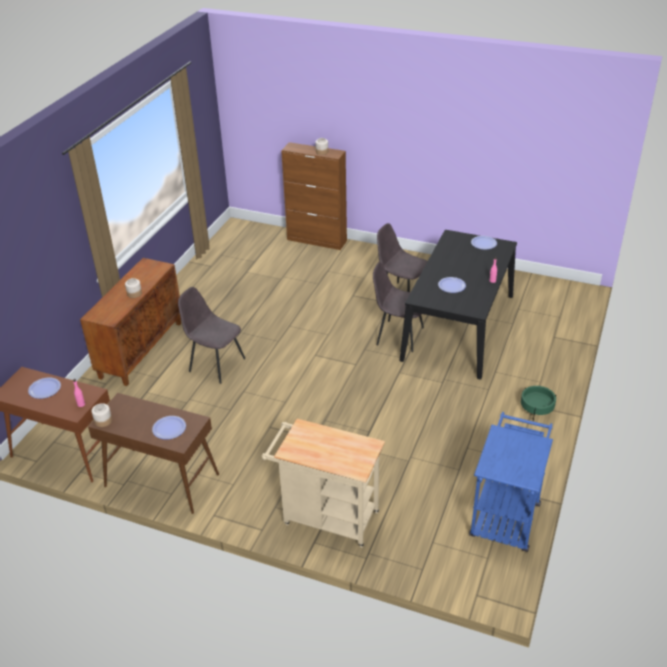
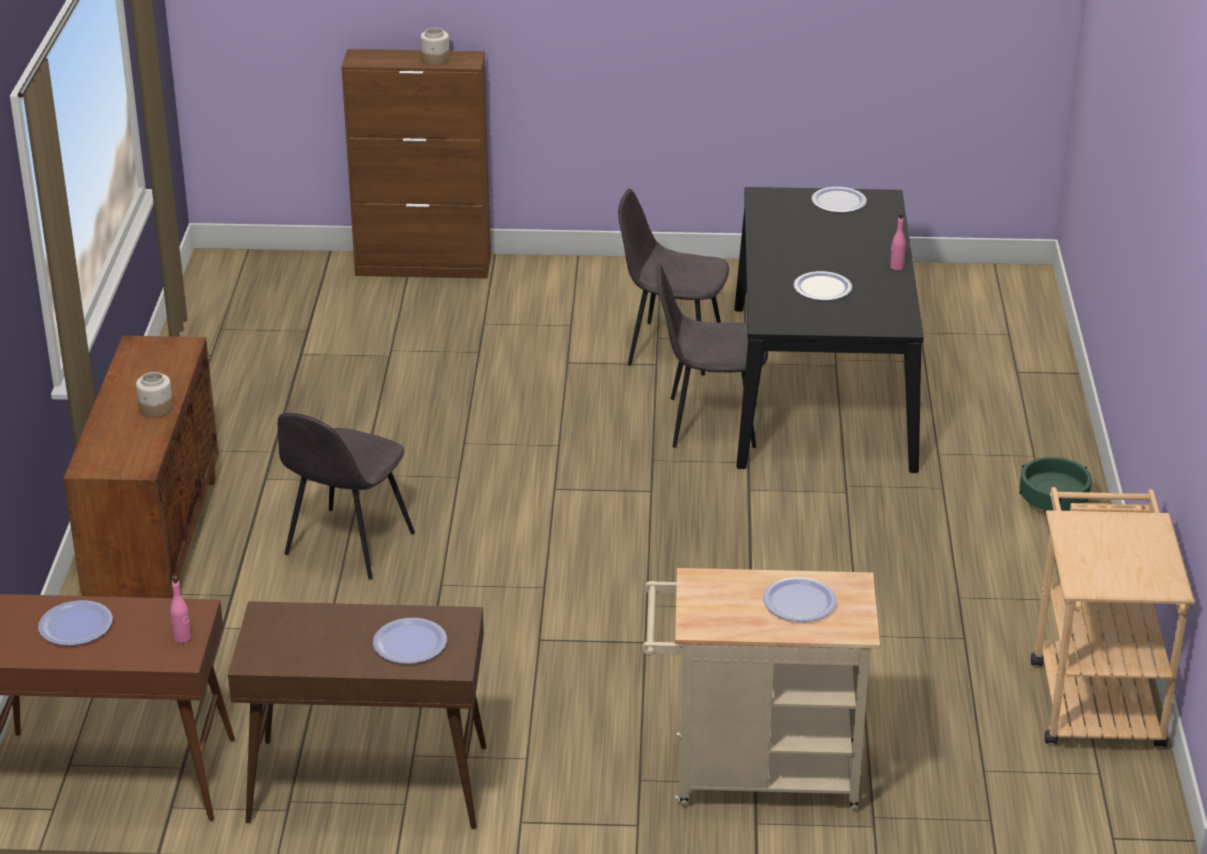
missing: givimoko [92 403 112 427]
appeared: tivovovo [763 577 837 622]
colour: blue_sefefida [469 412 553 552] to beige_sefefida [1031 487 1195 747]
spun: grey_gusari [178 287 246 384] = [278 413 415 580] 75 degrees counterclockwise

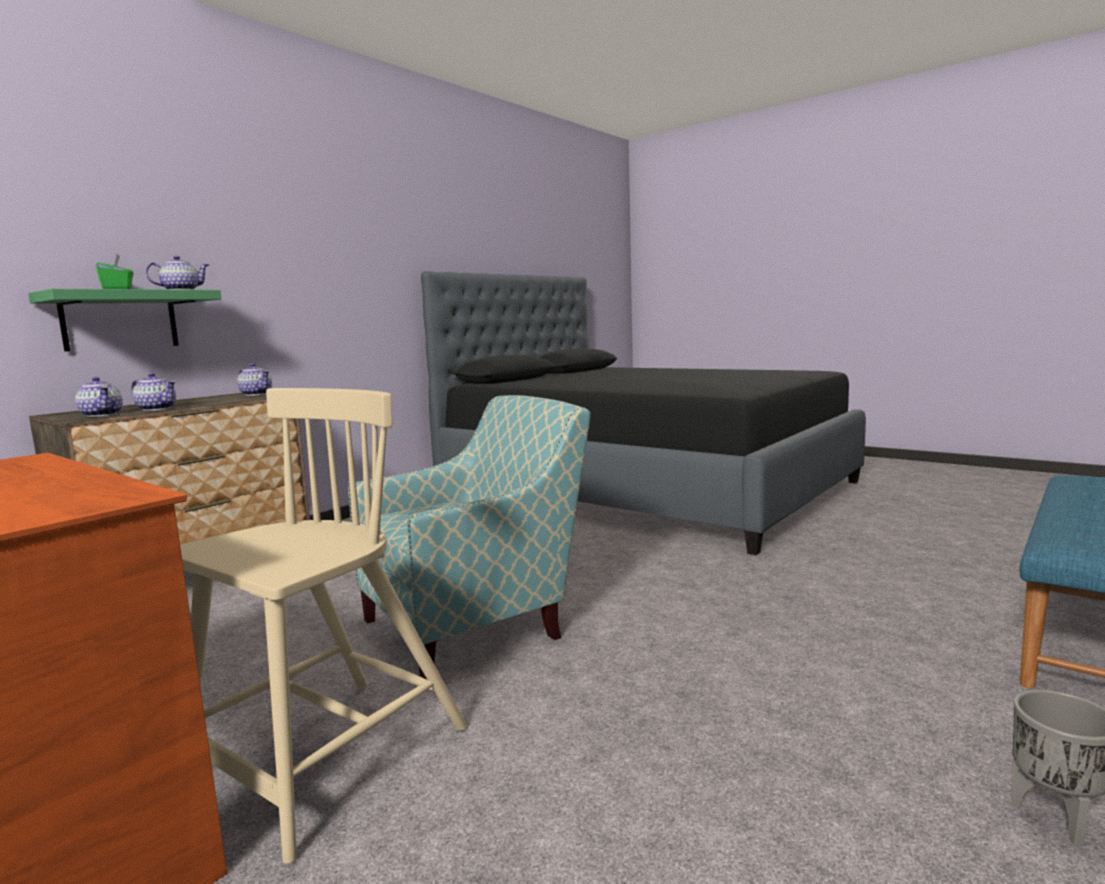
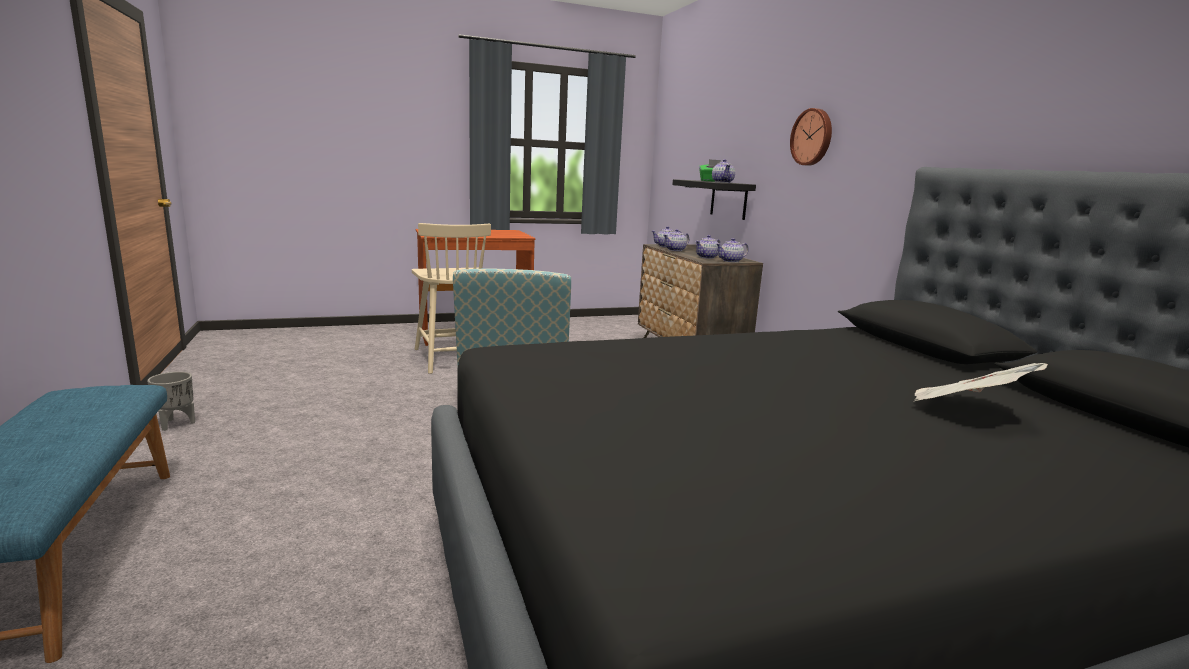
appeared: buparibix [695 235 721 259]; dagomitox [790 108 832 166]; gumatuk [914 363 1048 401]
colour: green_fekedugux [28 289 221 352] to black_fekedugux [672 179 756 220]

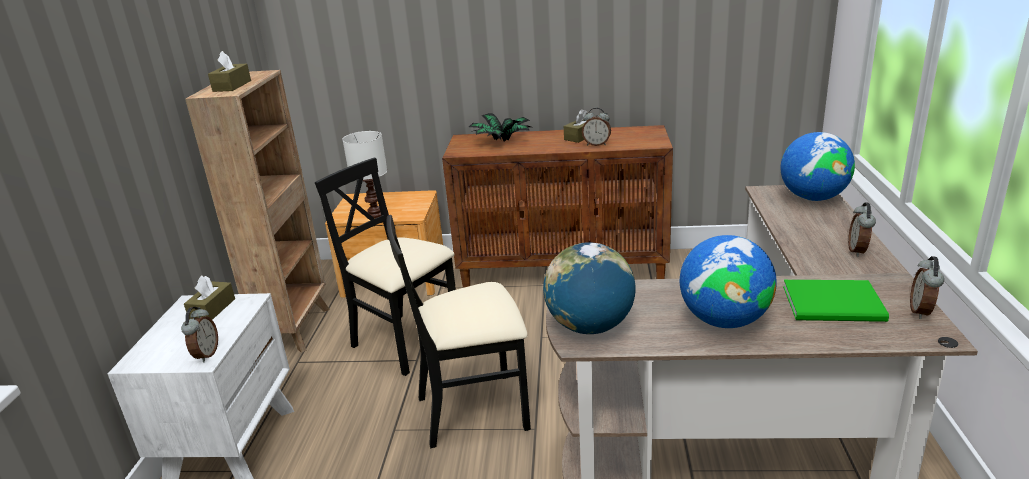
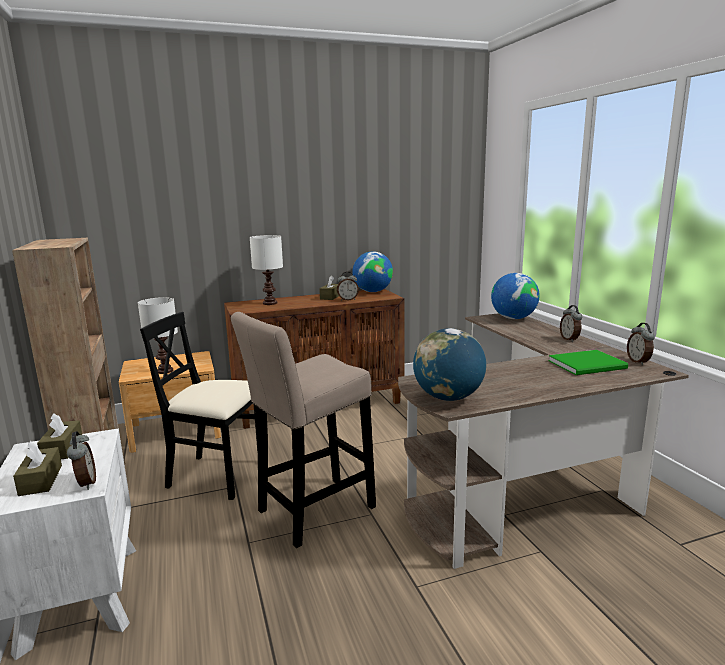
relocated: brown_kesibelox [208 51 251 92] to [13 441 62 496]; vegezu [680 235 777 328] to [352 251 393 292]
exchanged: black_gusari [387 215 531 448] to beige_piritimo [231 312 376 548]; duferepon [469 113 531 142] to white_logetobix [250 235 283 305]

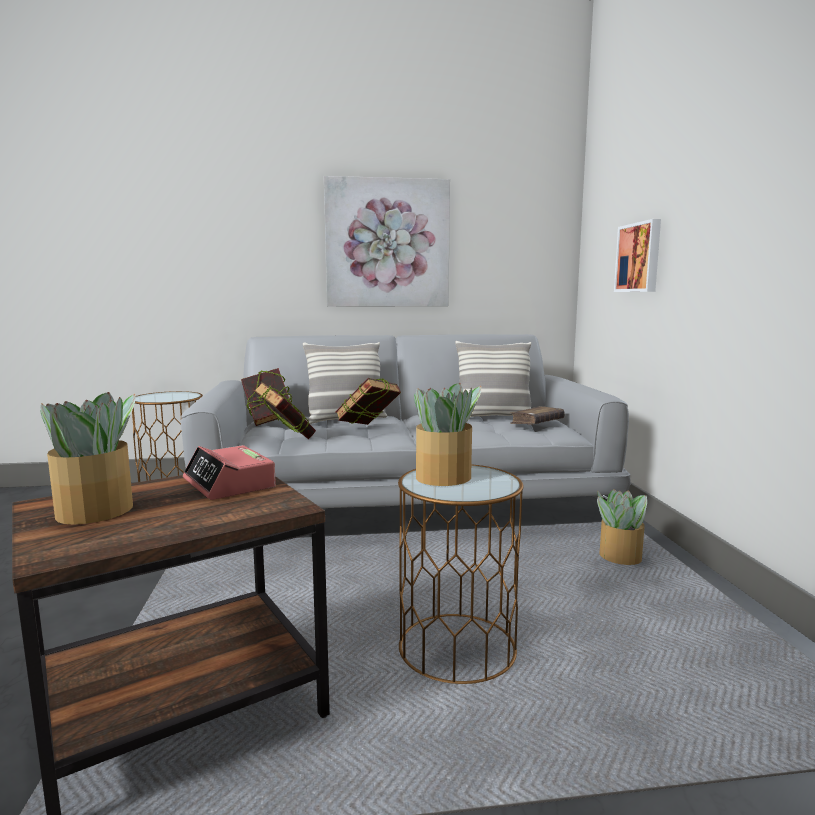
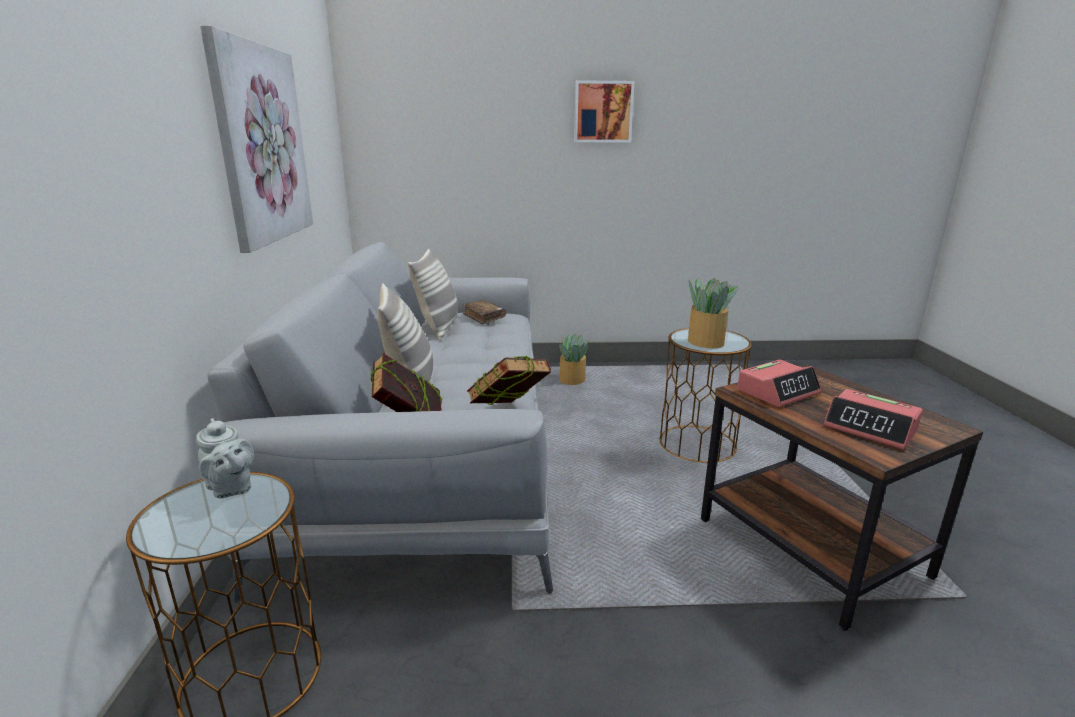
missing: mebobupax [335 378 401 425]
appeared: grey_buparibix [196 418 254 498]
relocated: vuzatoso [614 219 661 292] to [574 80 634 143]
exchanged: duferepon [40 392 135 525] to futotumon [824 389 923 450]

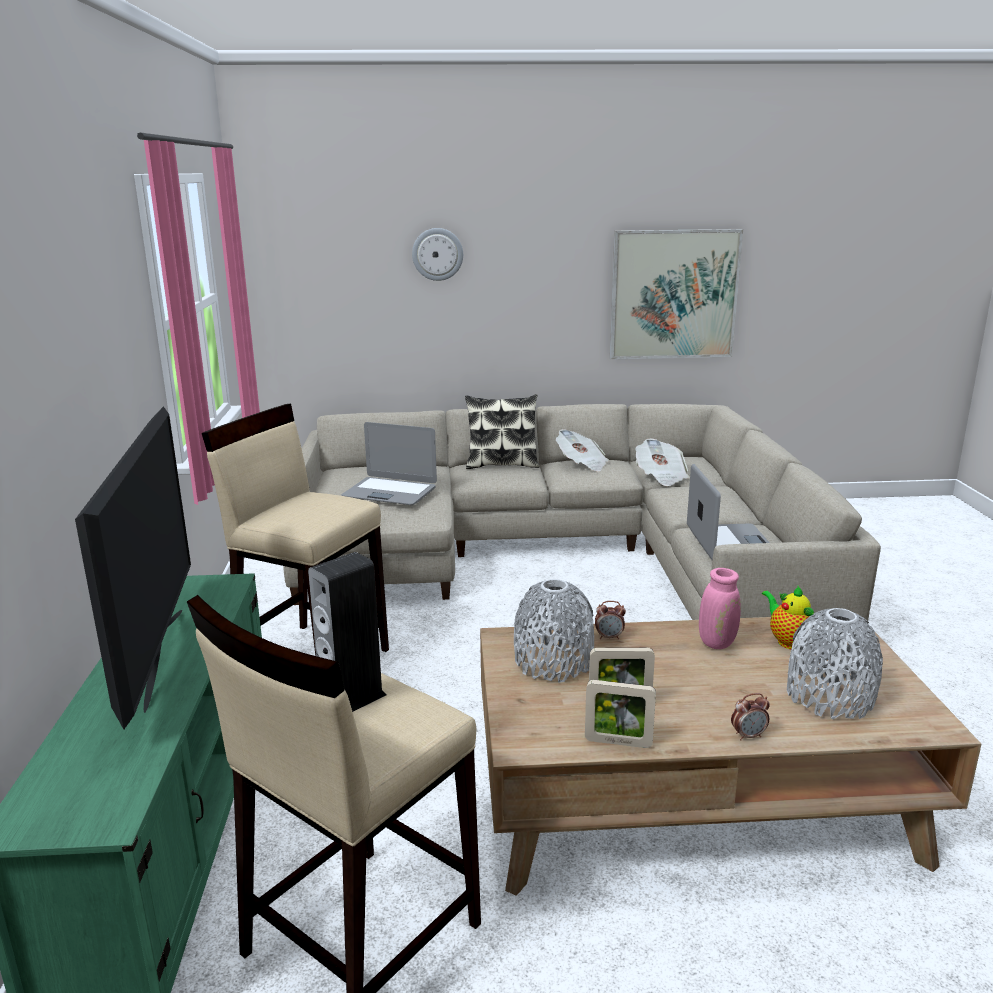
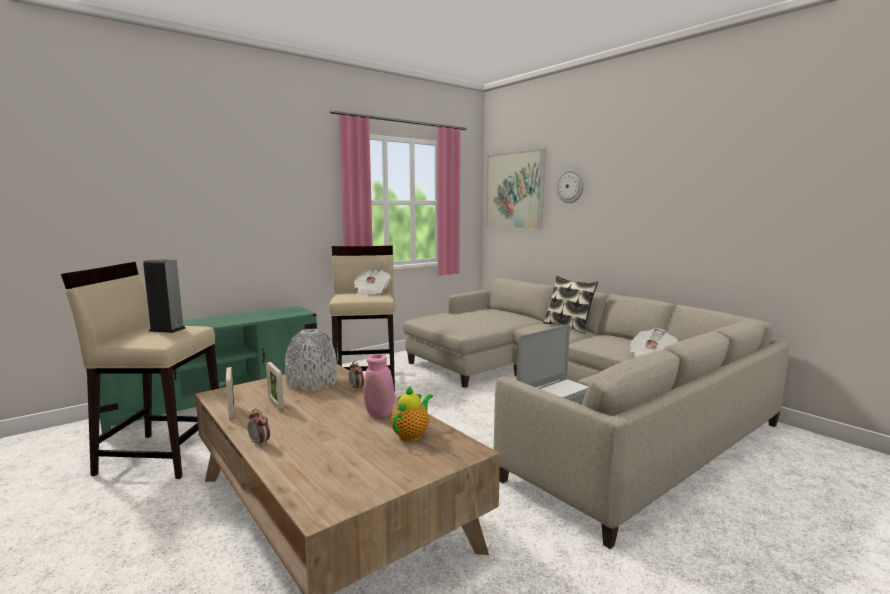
missing: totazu [75 406 191 729]; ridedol [341 422 437 505]; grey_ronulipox [787 608 883 719]
relocated: gumatuk [556 429 609 472] to [354 269 391 296]; vuzatoso [610 229 743 359] to [486 149 545 230]

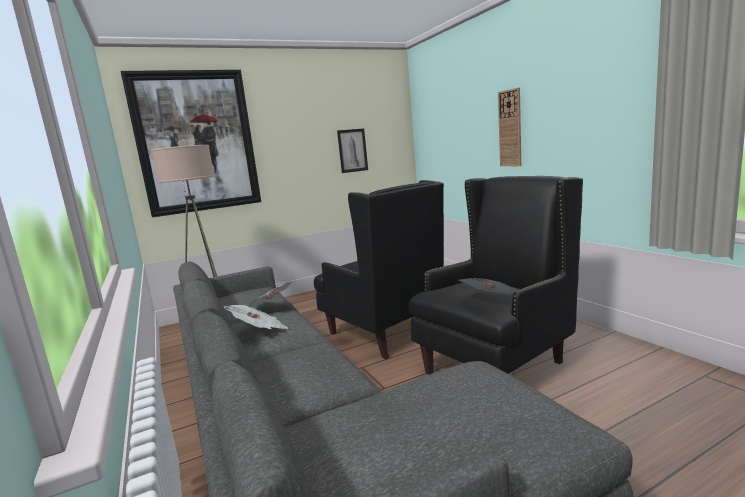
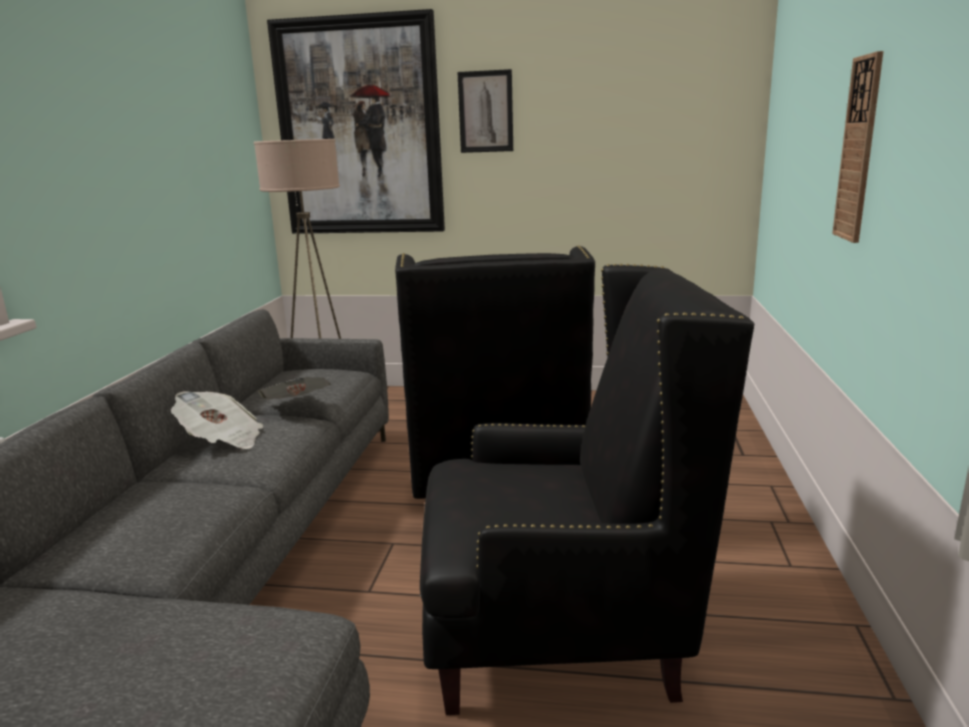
missing: gumatuk [458 278 517 294]
relocated: vuzatoso [337 129 368 173] to [457 69 513 153]

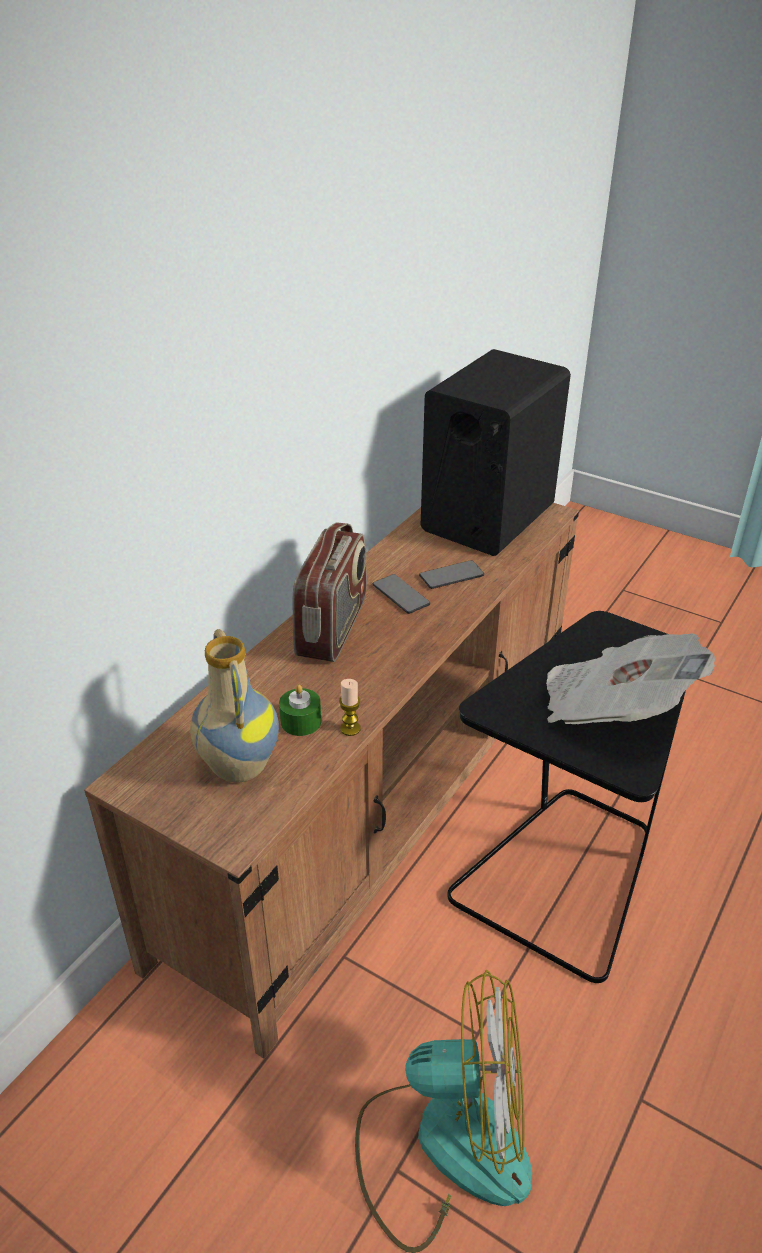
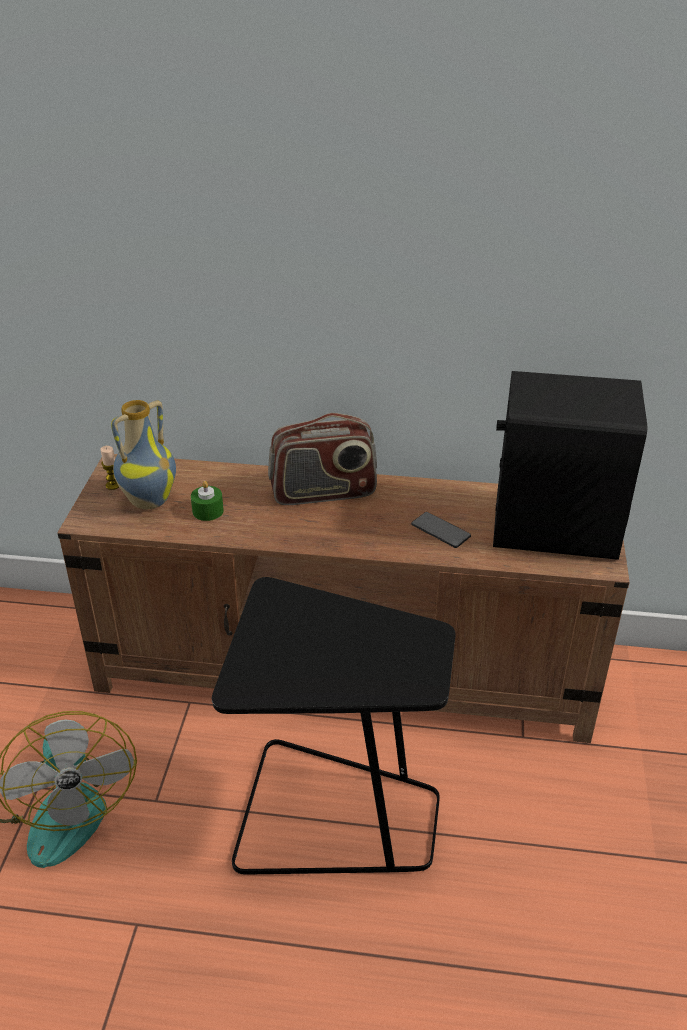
missing: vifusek [373 574 430 614]; gumatuk [546 633 715 724]
relocated: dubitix [339 679 361 736] to [100 446 119 490]

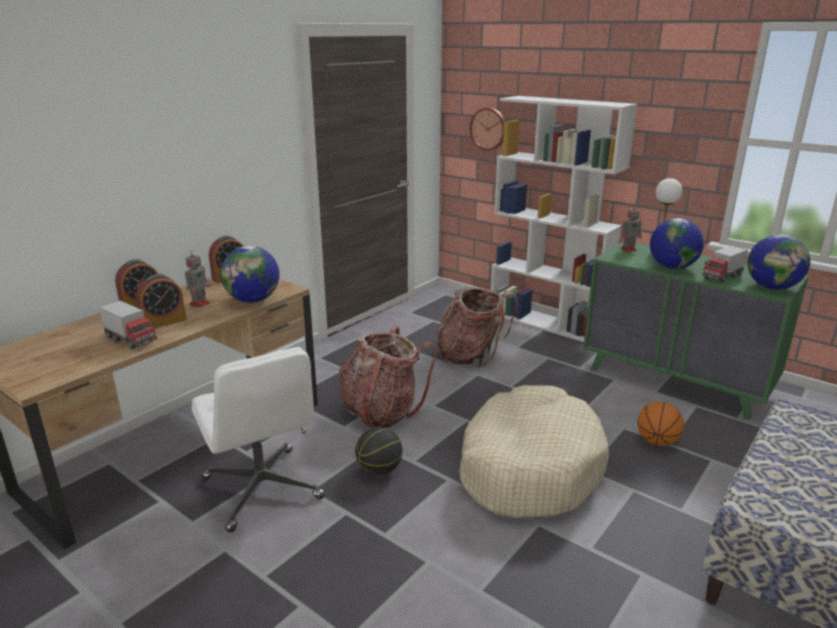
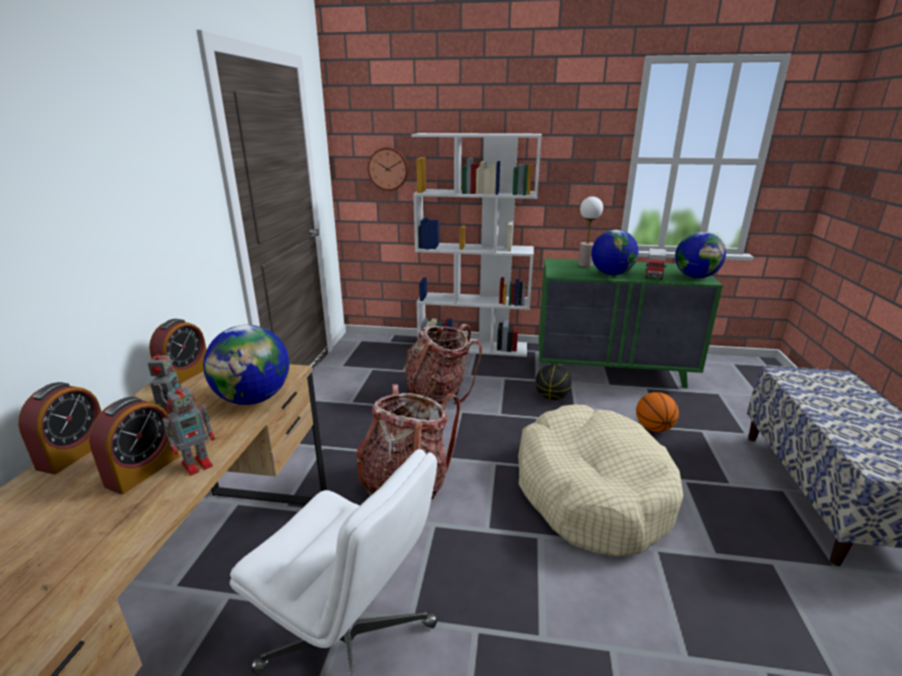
missing: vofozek [99 301 157 349]
relocated: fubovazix [355 427 402 475] to [535 365 572 400]; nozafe [621 206 642 252] to [162 381 215 476]

